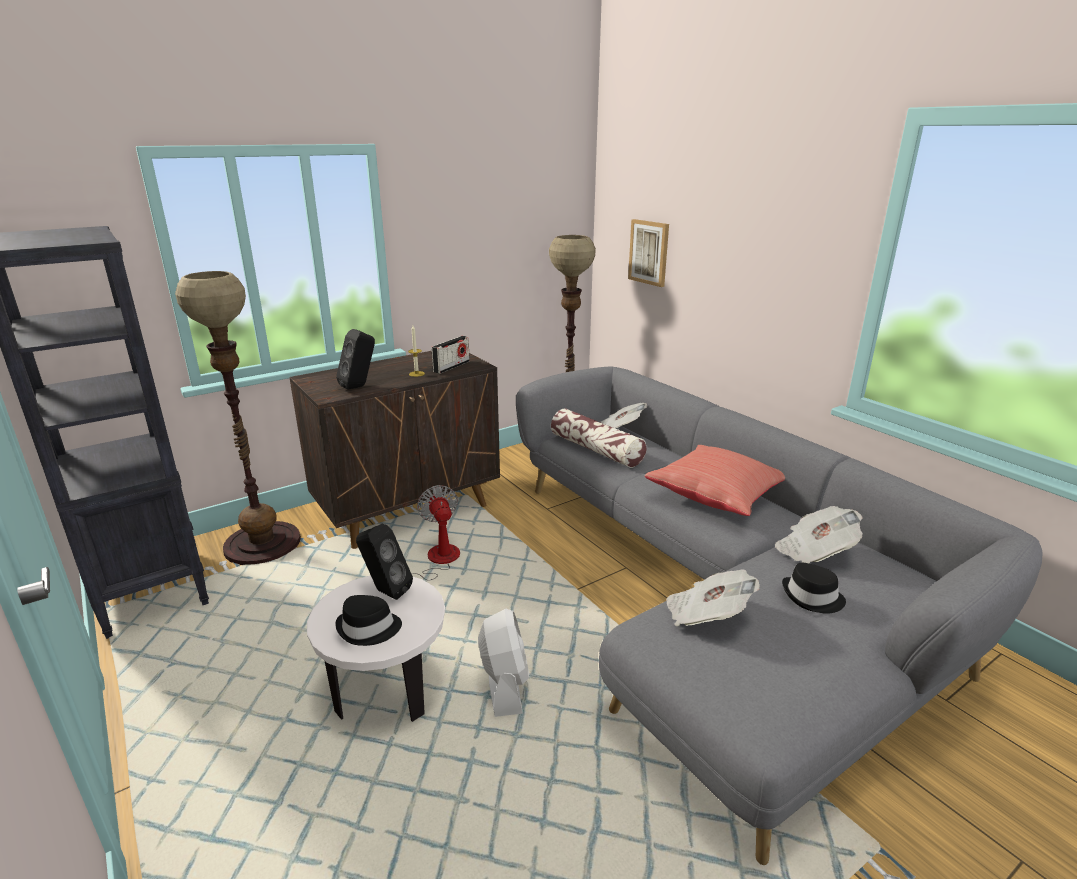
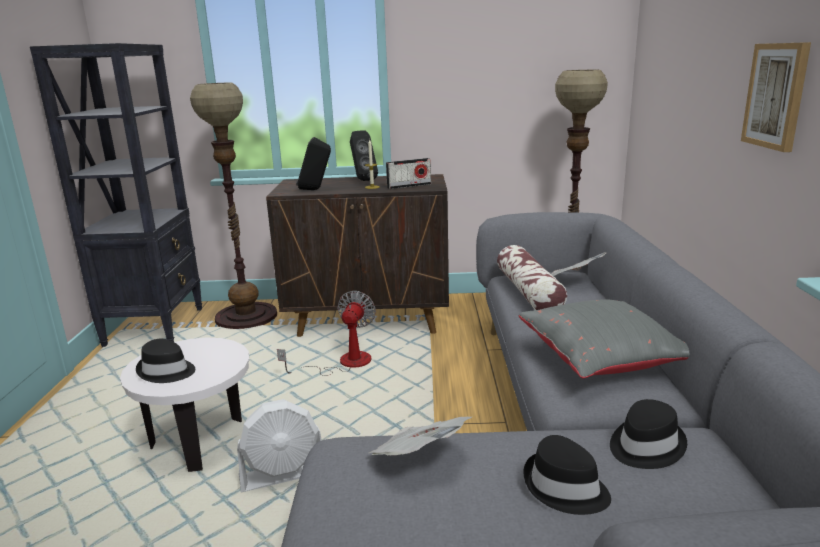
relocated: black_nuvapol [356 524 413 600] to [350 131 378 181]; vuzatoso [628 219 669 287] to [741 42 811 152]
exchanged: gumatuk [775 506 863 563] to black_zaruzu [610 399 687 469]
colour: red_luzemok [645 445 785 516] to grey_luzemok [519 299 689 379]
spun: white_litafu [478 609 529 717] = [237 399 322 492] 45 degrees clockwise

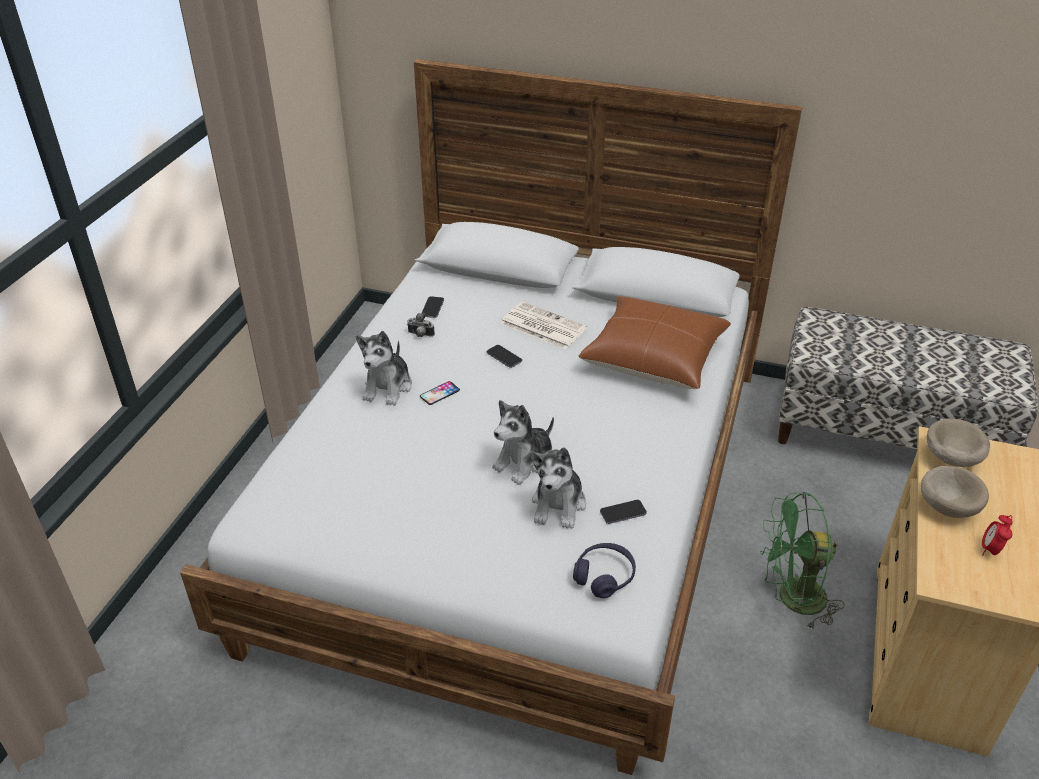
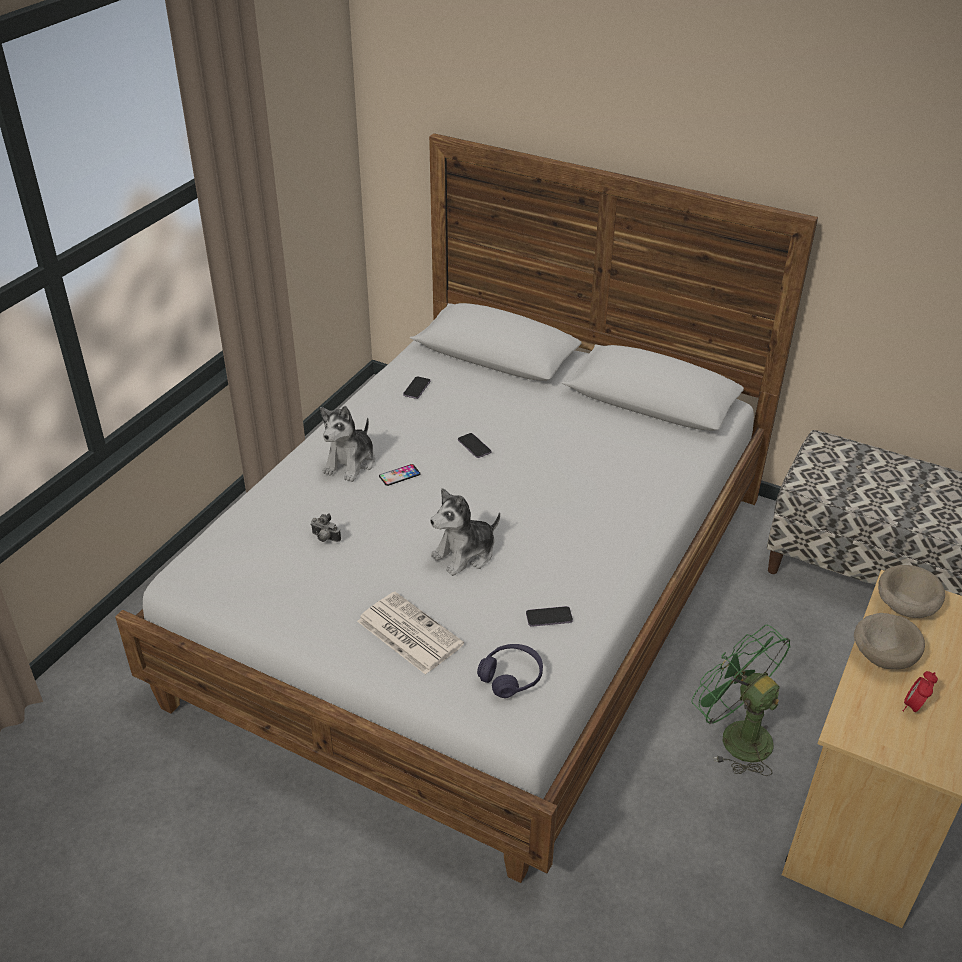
missing: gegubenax [530 447 586 529]; brown_luzemok [578 296 731 389]
relocated: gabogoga [407 313 435 337] to [310 514 341 542]; gumatuk [501 302 587 349] to [357 592 464 675]
spun: green_litafu [760 492 845 631] = [691 625 791 776] 45 degrees clockwise

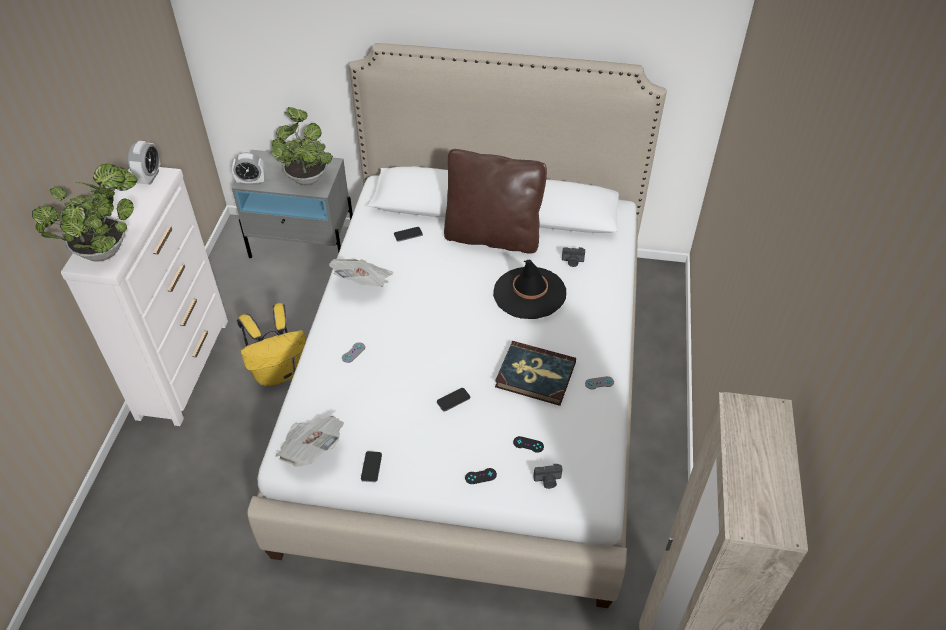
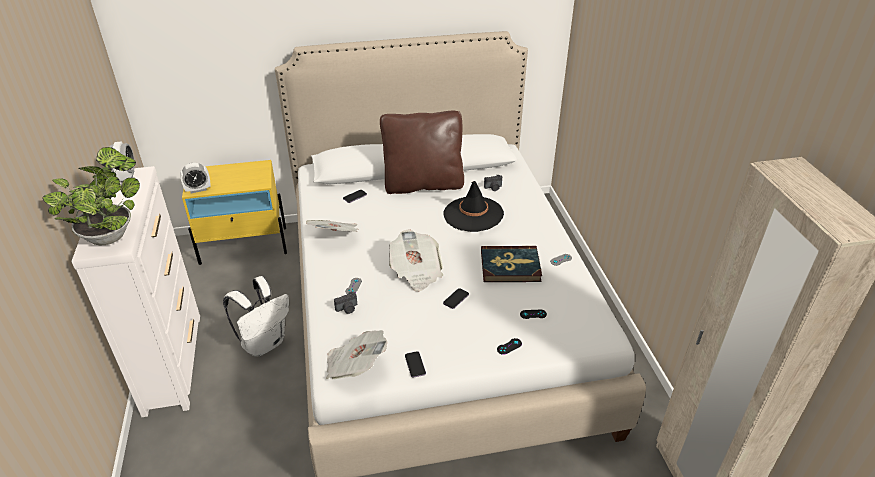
missing: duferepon [271 107 333 185]
appeared: gumatuk [389 229 443 292]
relocated: gabogoga [533 464 562 489] to [334 292 357 314]
colour: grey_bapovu [232 150 353 258] to yellow_bapovu [182 160 287 265]; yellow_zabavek [237 303 306 386] to white_zabavek [223 276 289 357]

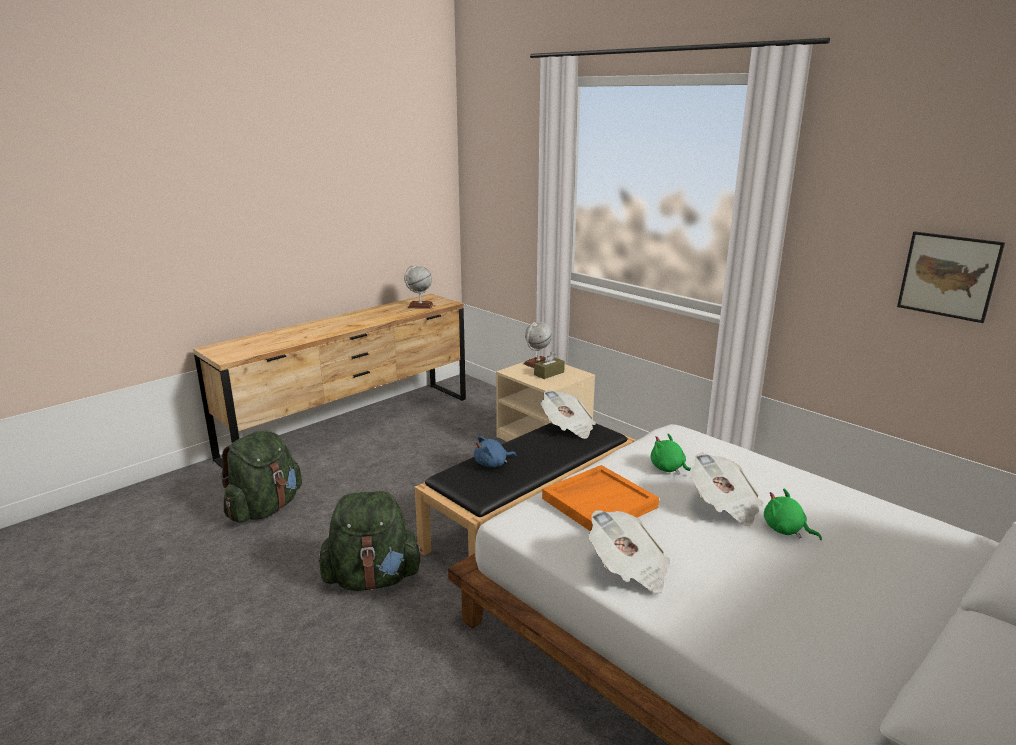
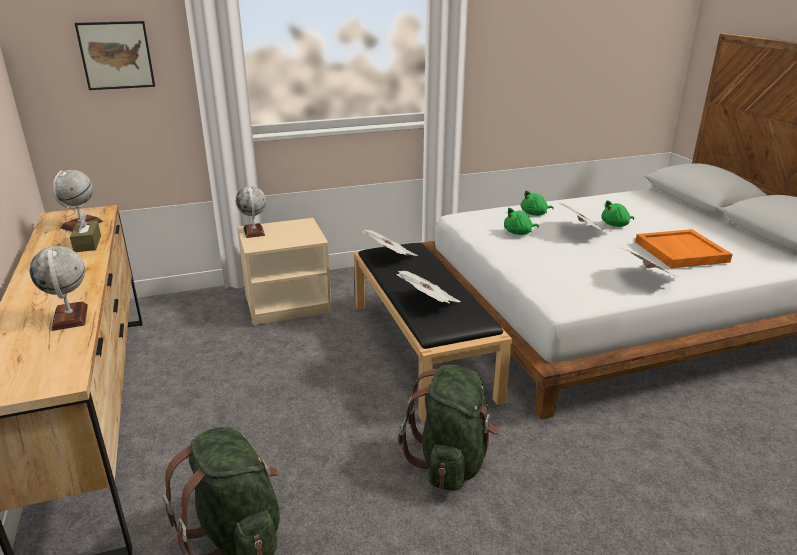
appeared: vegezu [30 246 88 331]; green_gegubenax [521 190 554 216]
relocated: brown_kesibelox [534 351 565 379] to [70 213 101 252]; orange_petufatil [542 465 659 531] to [635 229 733 268]; vuzatoso [897 231 1005 323] to [75 21 155 90]
exchanged: blue_gegubenax [474 436 516 468] to gumatuk [396 271 461 303]

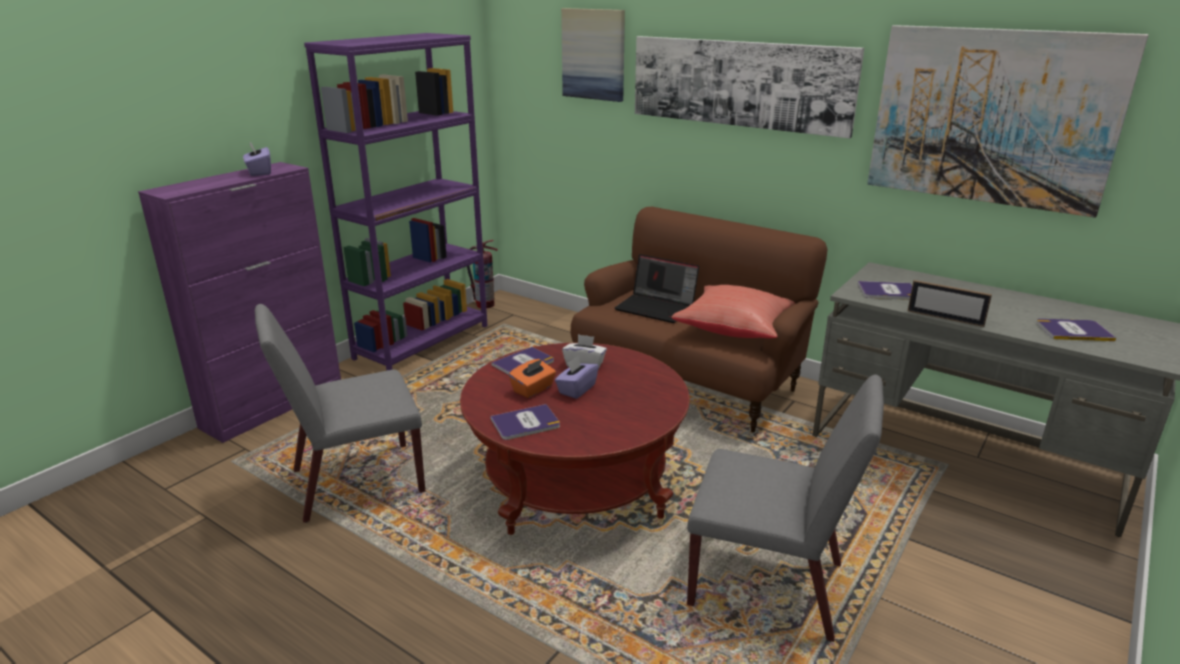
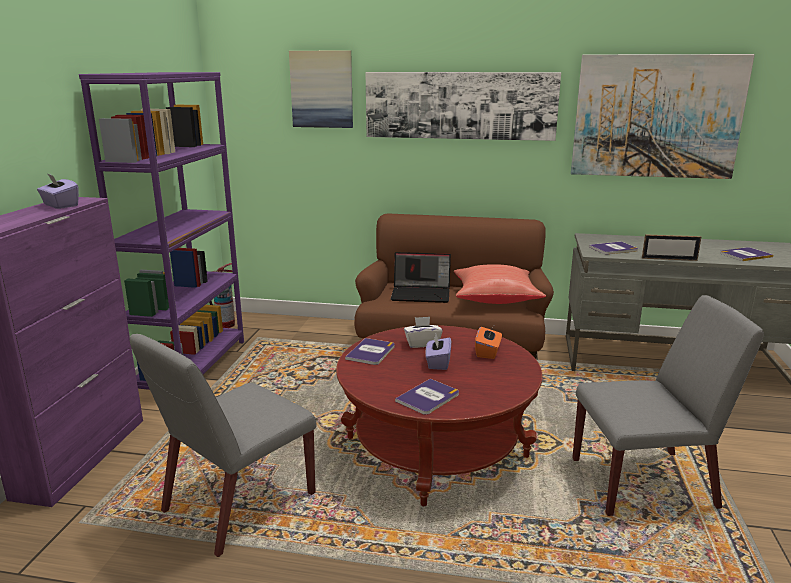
relocated: orange_kesibelox [509 359 556 398] to [475 326 502 359]

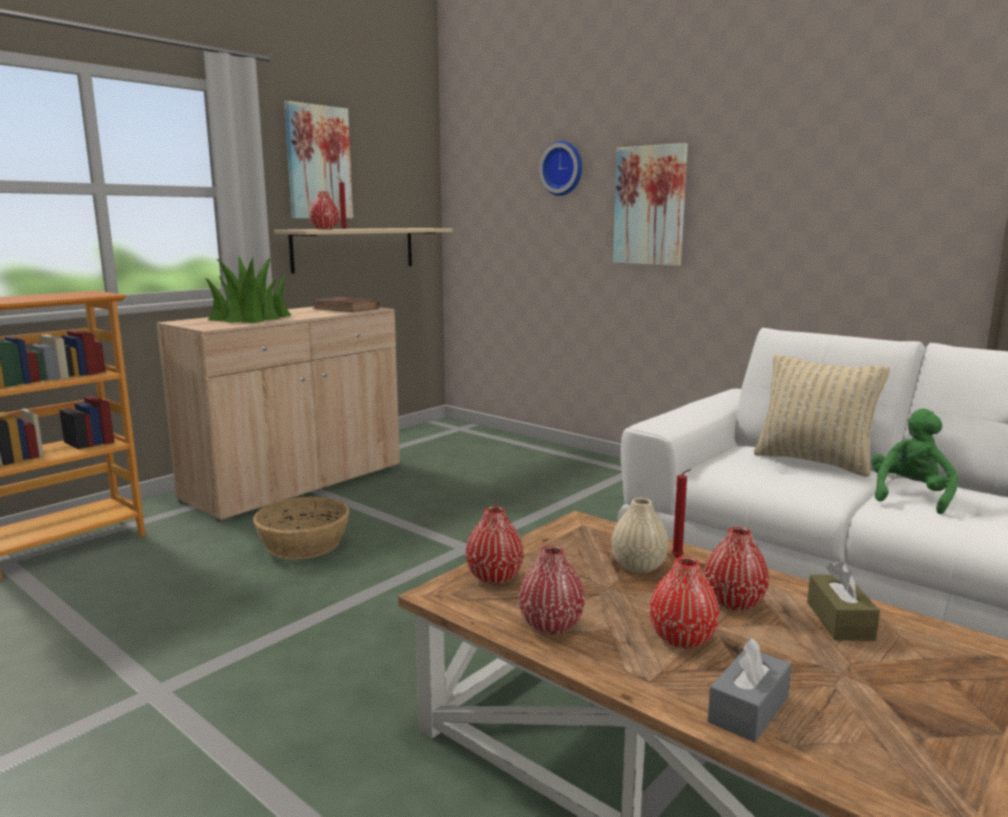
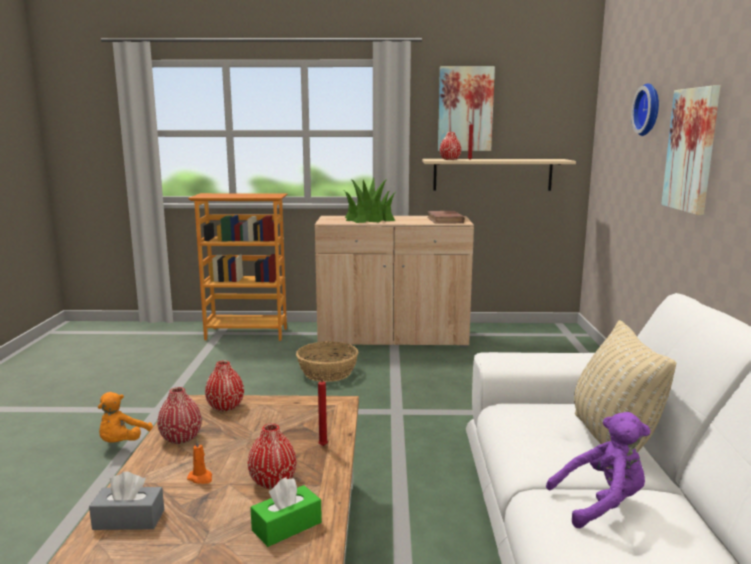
missing: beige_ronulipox [611 498 669 573]
appeared: orange_gegubenax [98 392 153 443]
exchanged: red_ronulipox [649 557 720 649] to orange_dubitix [187 438 212 484]
colour: brown_kesibelox [807 561 880 641] to green_kesibelox [250 477 322 547]; green_gegubenax [872 409 958 514] to purple_gegubenax [546 412 651 528]

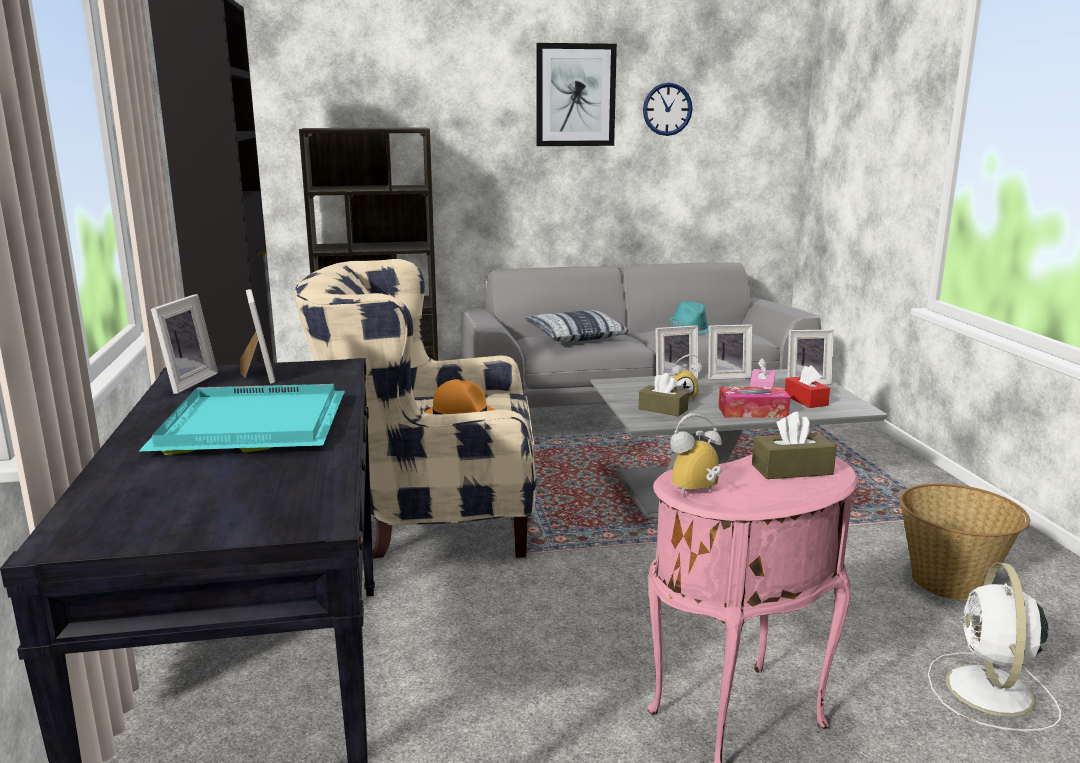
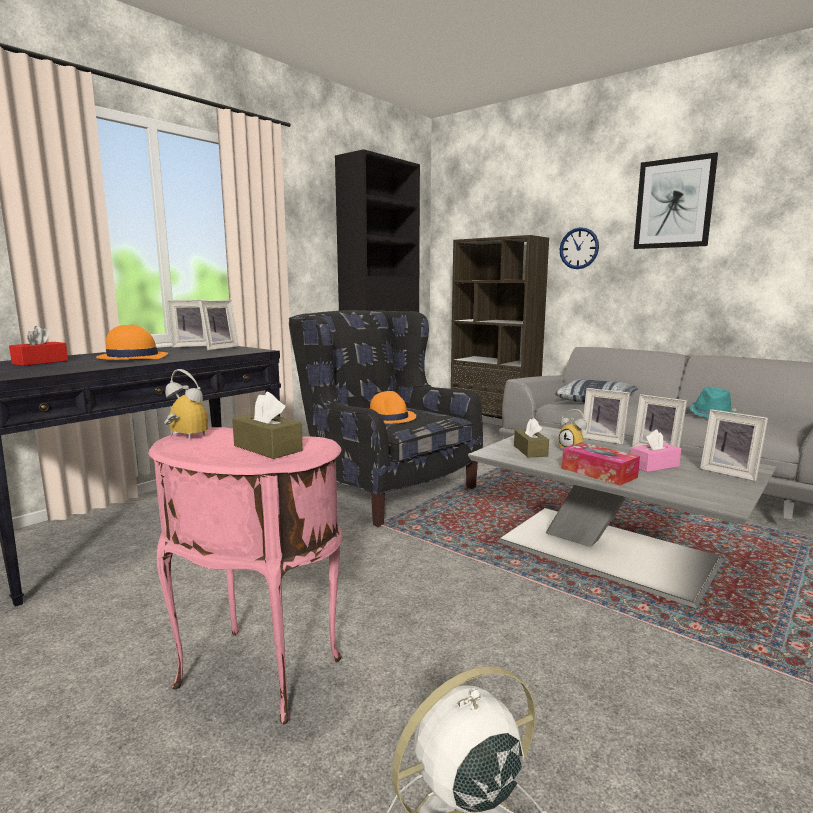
missing: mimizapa [899 483 1030 600]
relocated: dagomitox [643 83 693 136] to [560 227 599 269]; red_kesibelox [785 365 830 408] to [9 326 68 366]
exchanged: turquoise_petufatil [138 384 345 455] to orange_zaruzu [96 325 168 360]
colour: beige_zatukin [295 259 536 559] to black_zatukin [289 310 483 527]

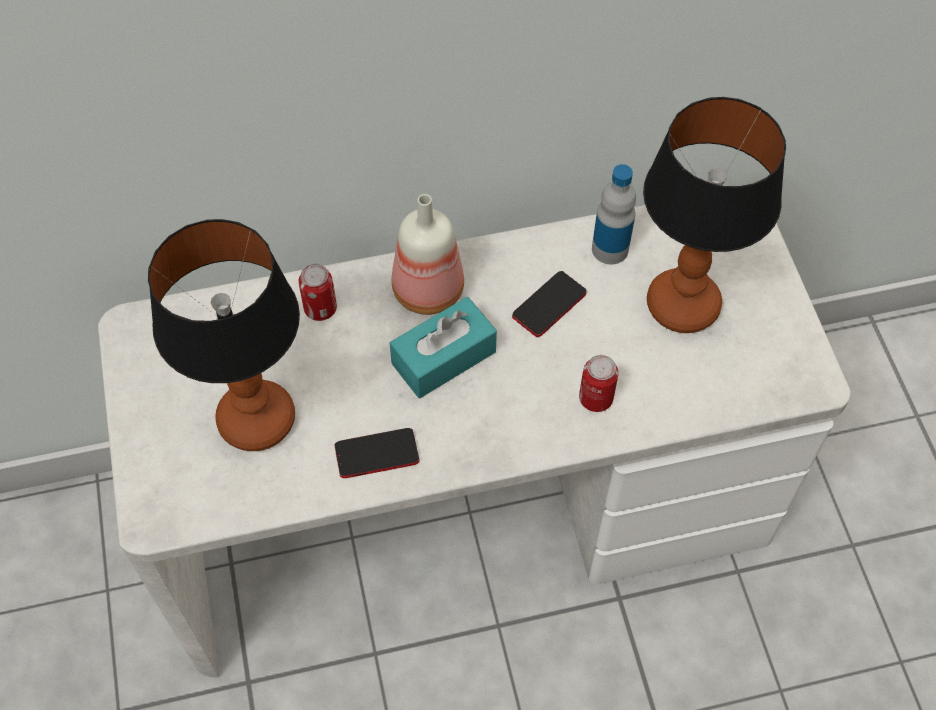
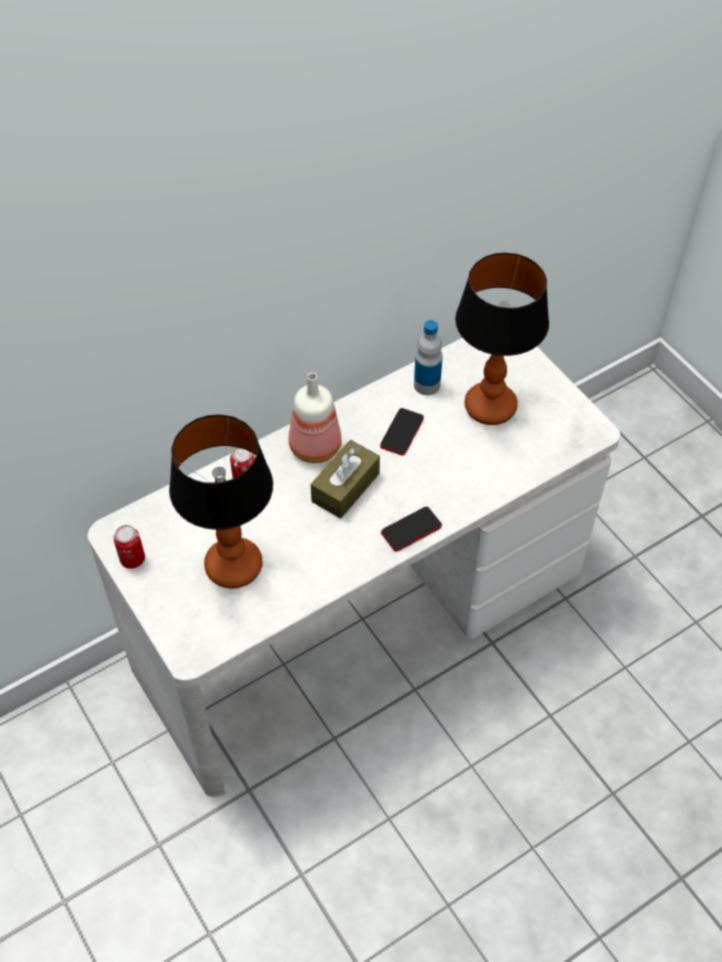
relocated: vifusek [334 428 420 478] to [381 507 442 551]; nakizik [579 355 618 412] to [114 525 145 569]
colour: turquoise_kesibelox [390 297 497 398] to brown_kesibelox [311 440 380 518]

